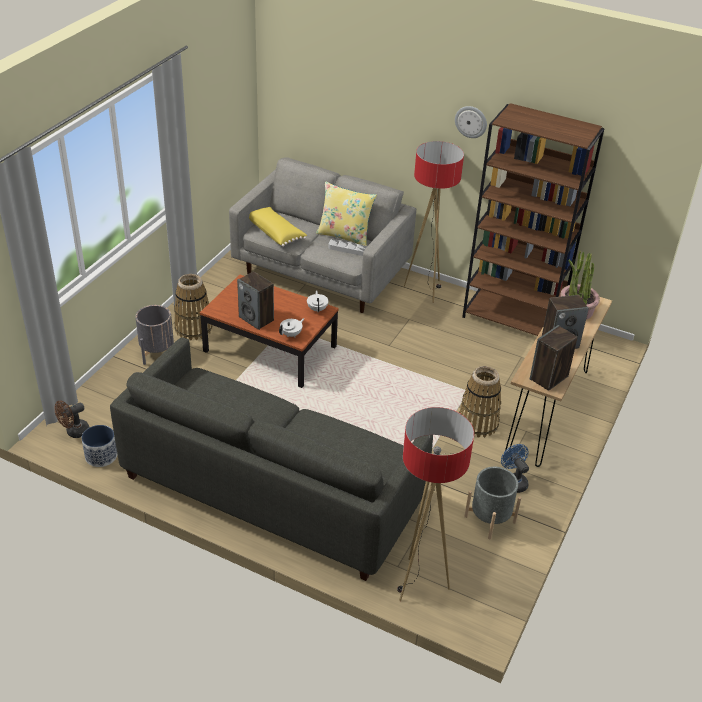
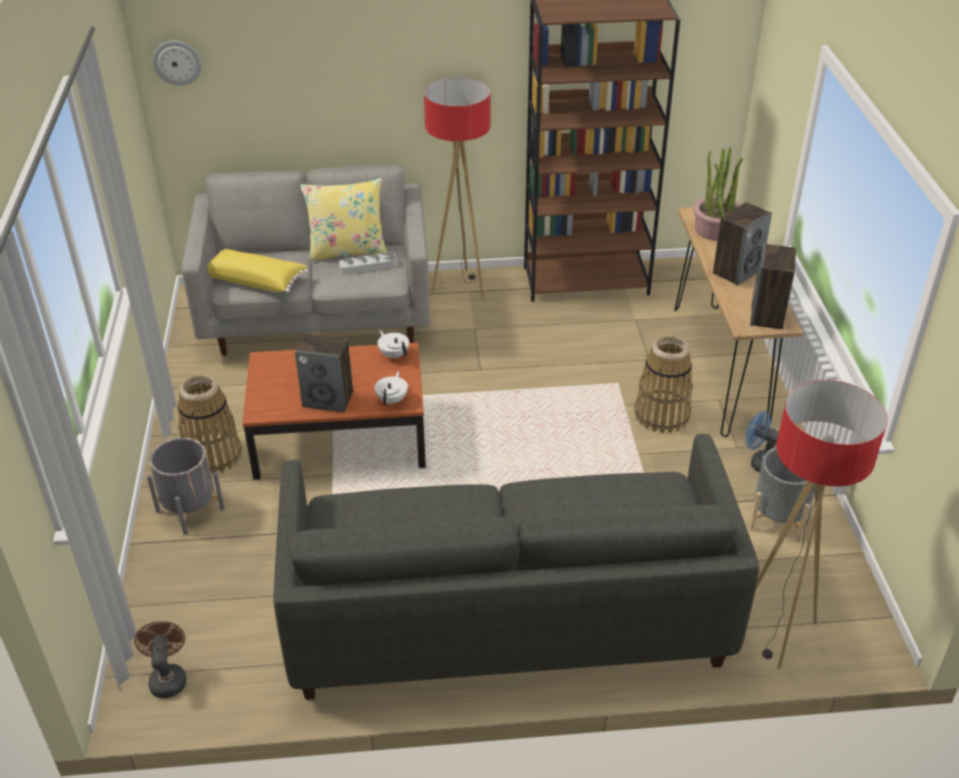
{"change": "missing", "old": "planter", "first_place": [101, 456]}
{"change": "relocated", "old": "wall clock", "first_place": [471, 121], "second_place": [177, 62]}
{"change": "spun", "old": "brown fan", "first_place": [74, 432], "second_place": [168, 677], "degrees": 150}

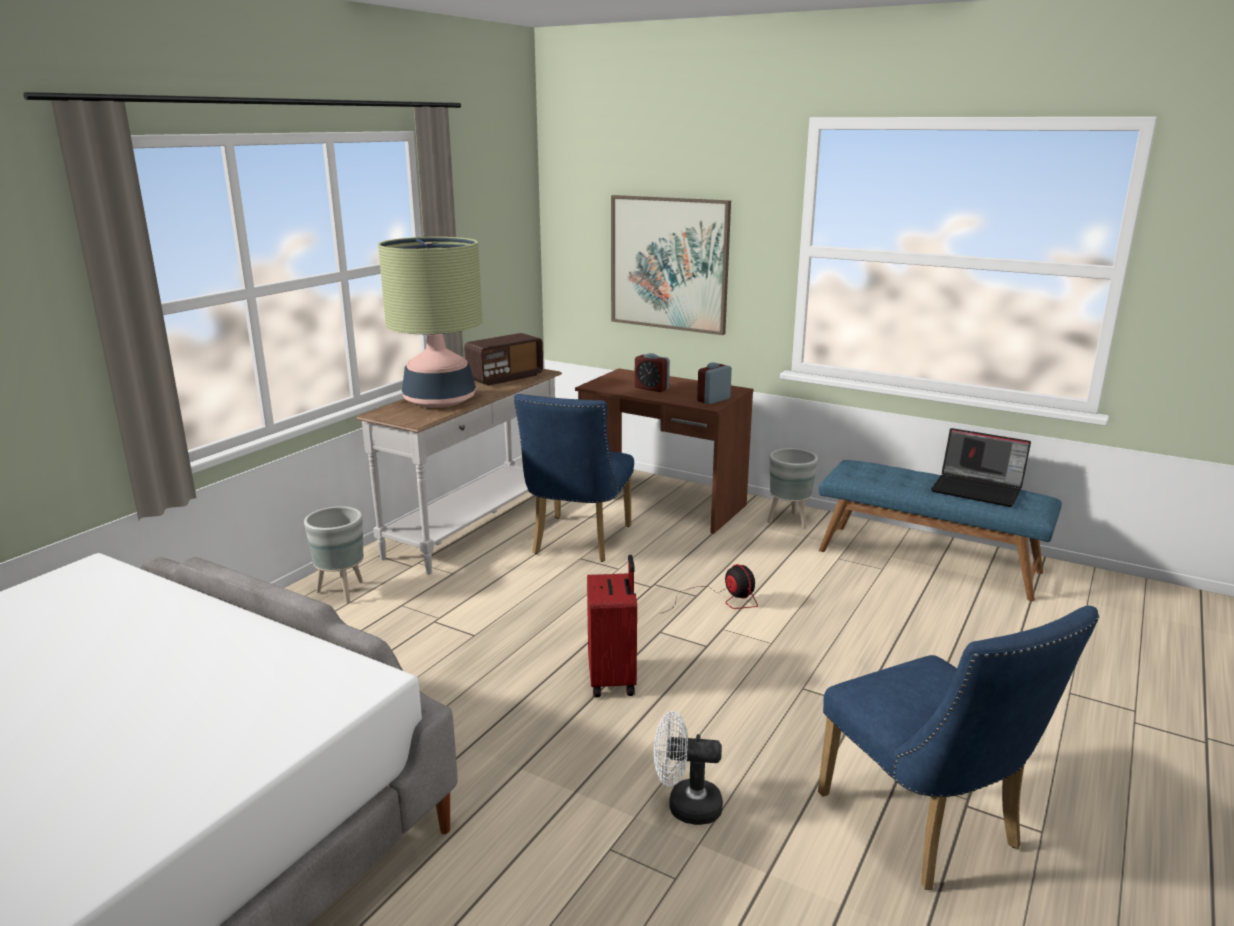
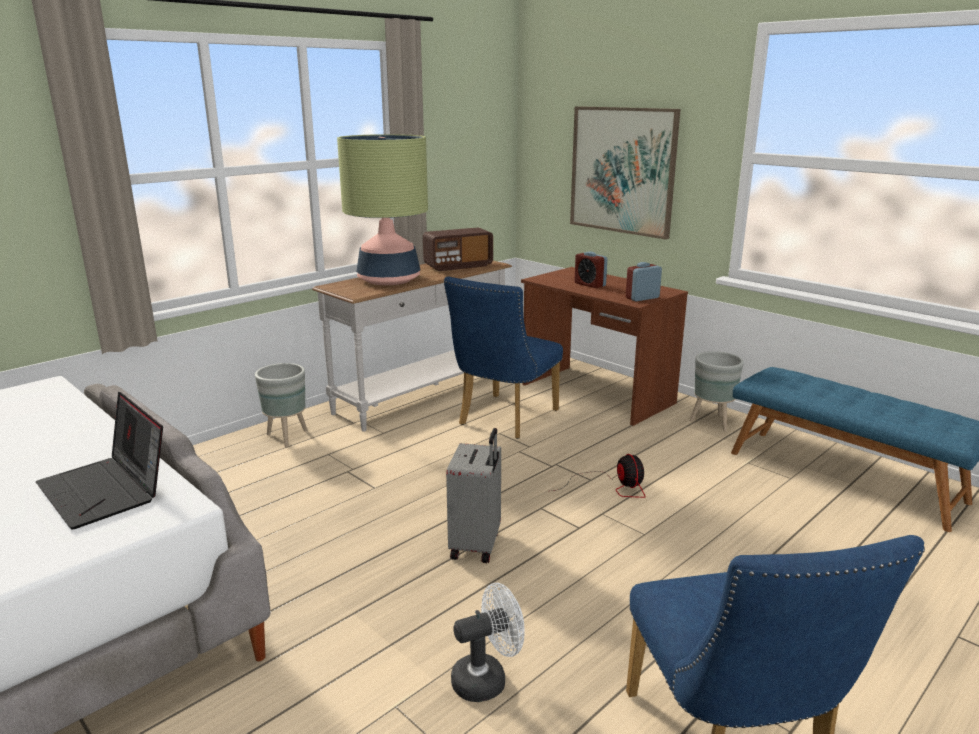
{"change": "relocated", "old": "laptop", "first_place": [978, 489], "second_place": [107, 490]}
{"change": "colour", "old": "red suitcase", "new": "grey suitcase", "first_place": [613, 679], "second_place": [477, 545]}
{"change": "spun", "old": "white fan", "first_place": [685, 806], "second_place": [487, 679], "degrees": 135}

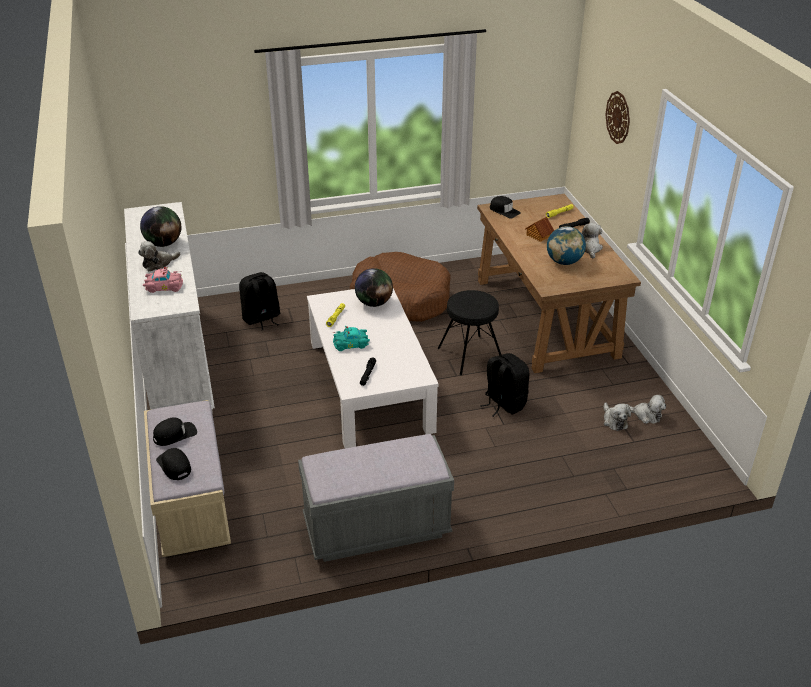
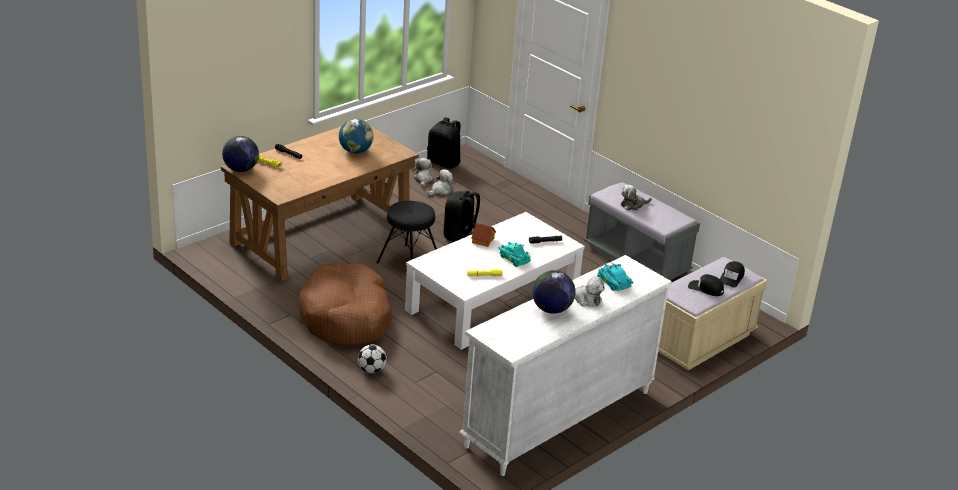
{"change": "missing", "old": "black cap", "first_place": [504, 211]}
{"change": "missing", "old": "wall clock", "first_place": [618, 117]}
{"change": "appeared", "new": "football", "second_place": [371, 370]}
{"change": "relocated", "old": "black backpack", "first_place": [261, 319], "second_place": [444, 163]}
{"change": "relocated", "old": "globe", "first_place": [374, 303], "second_place": [240, 169]}
{"change": "relocated", "old": "toy house", "first_place": [538, 235], "second_place": [483, 240]}
{"change": "relocated", "old": "plush toy", "first_place": [590, 249], "second_place": [633, 205]}
{"change": "colour", "old": "pink toy car", "new": "turquoise toy car", "first_place": [163, 286], "second_place": [614, 283]}

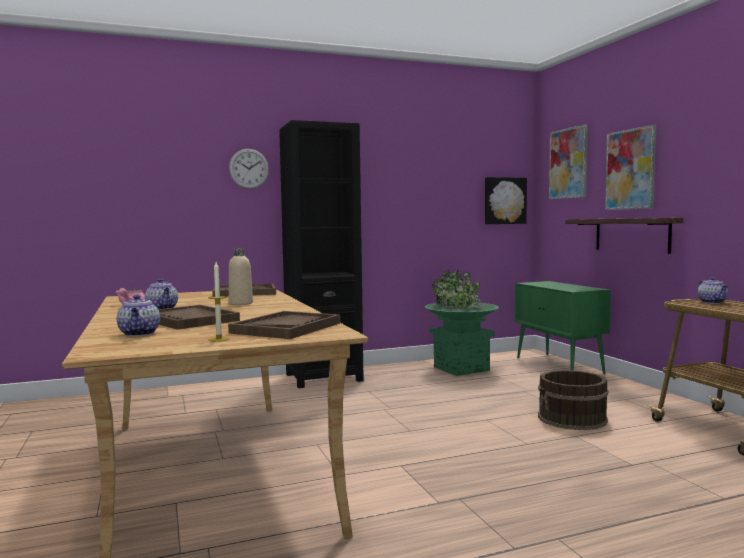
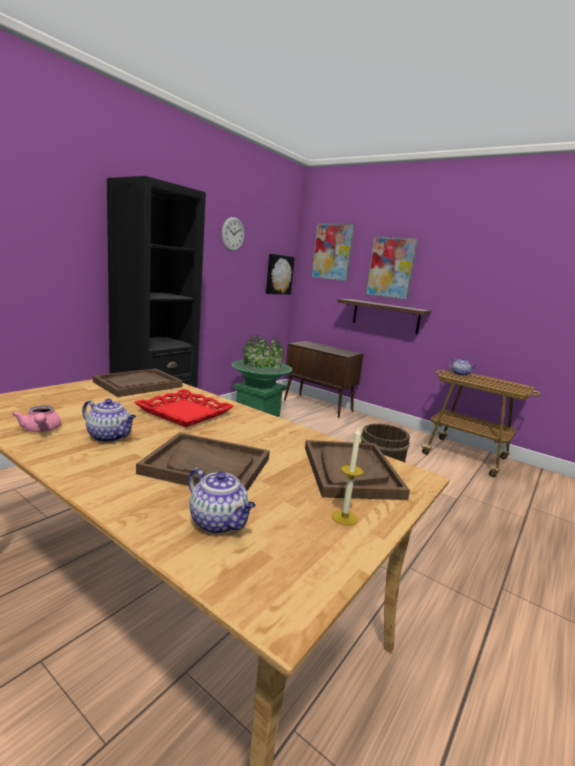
{"change": "relocated", "old": "wall clock", "first_place": [249, 168], "second_place": [233, 234]}
{"change": "exchanged", "old": "beige bottle", "new": "red tray", "first_place": [240, 303], "second_place": [185, 413]}
{"change": "colour", "old": "green cabinet", "new": "brown cabinet", "first_place": [559, 365], "second_place": [318, 406]}

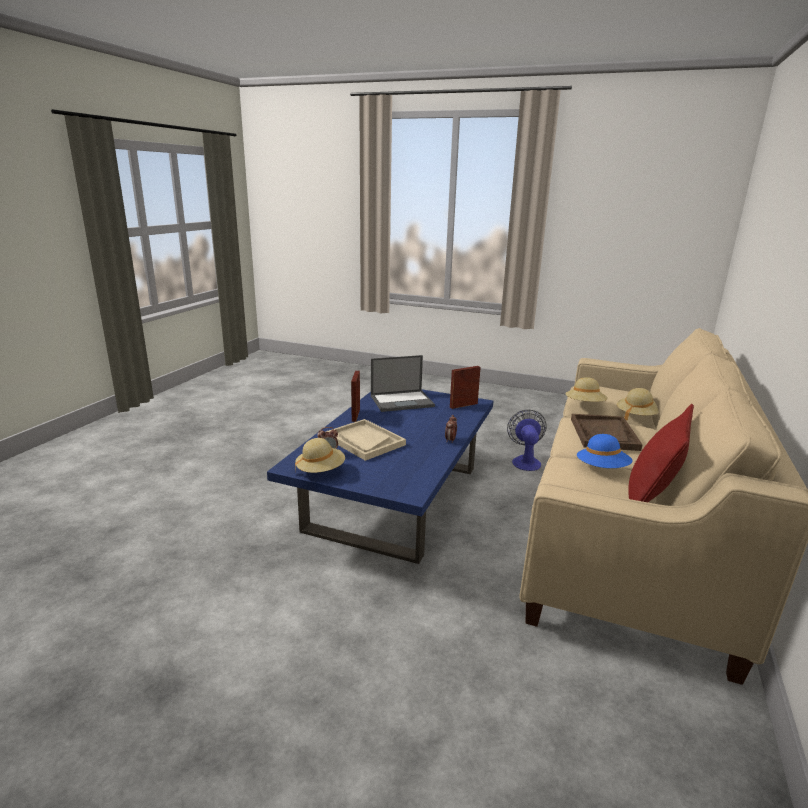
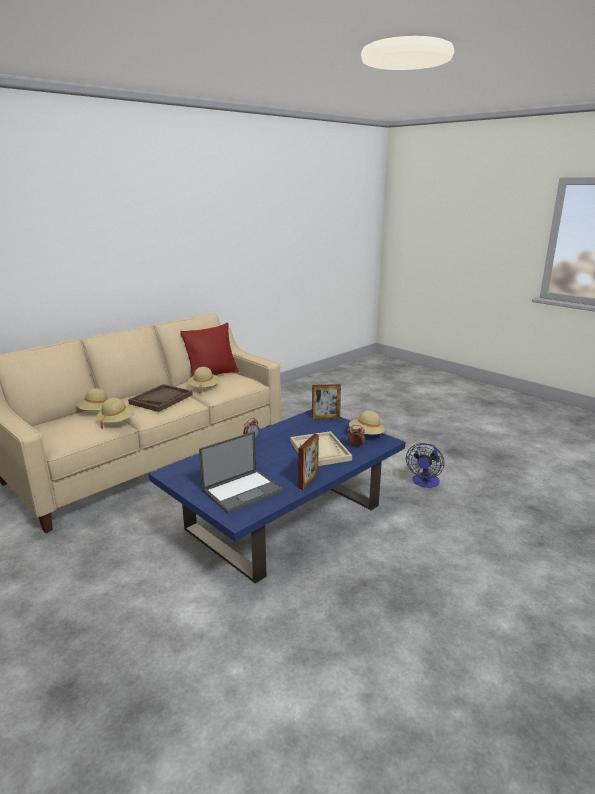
{"change": "relocated", "old": "picture frame", "first_place": [463, 405], "second_place": [326, 418]}
{"change": "relocated", "old": "fan", "first_place": [525, 461], "second_place": [424, 483]}
{"change": "colour", "old": "blue hat", "new": "beige hat", "first_place": [602, 469], "second_place": [204, 388]}
{"change": "spun", "old": "laptop", "first_place": [402, 401], "second_place": [243, 490], "degrees": 135}

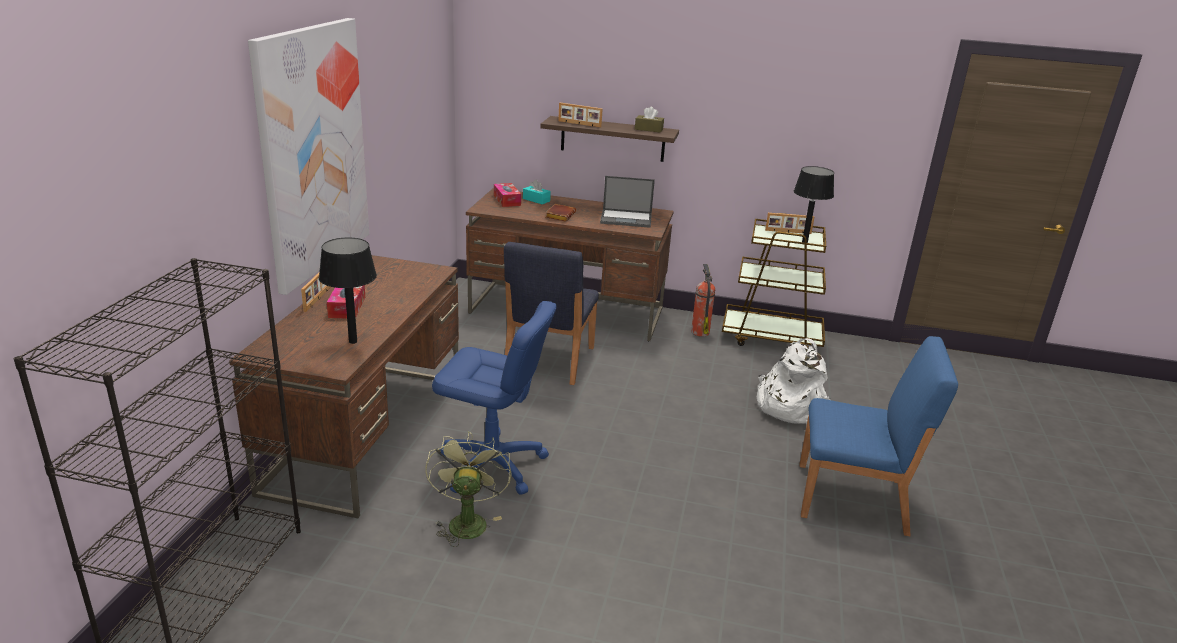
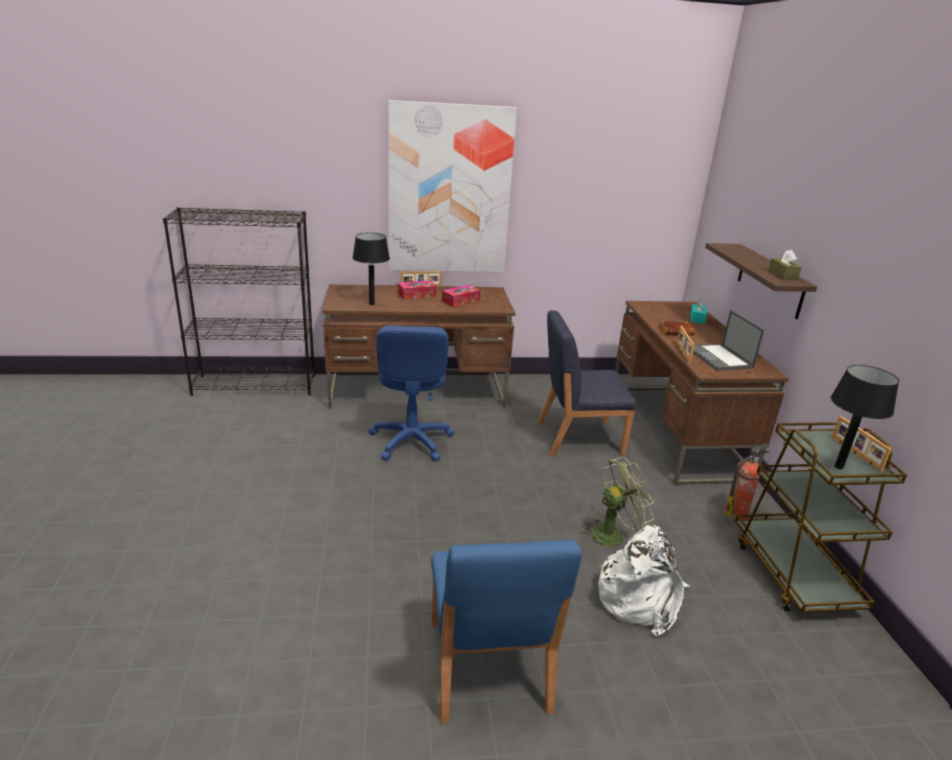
{"change": "relocated", "old": "green fan", "first_place": [466, 521], "second_place": [613, 534]}
{"change": "relocated", "old": "tissue box", "first_place": [507, 200], "second_place": [460, 301]}
{"change": "relocated", "old": "picture frame", "first_place": [579, 124], "second_place": [682, 352]}

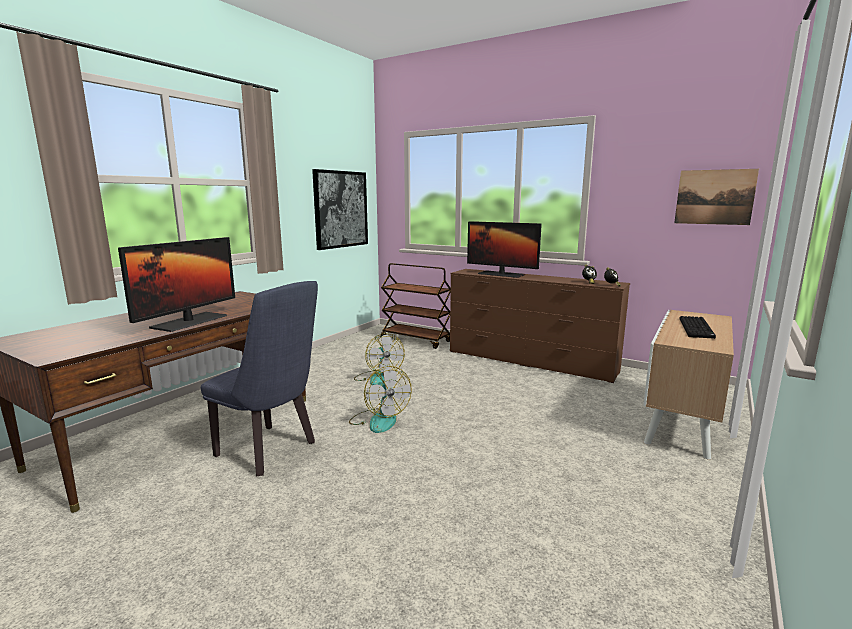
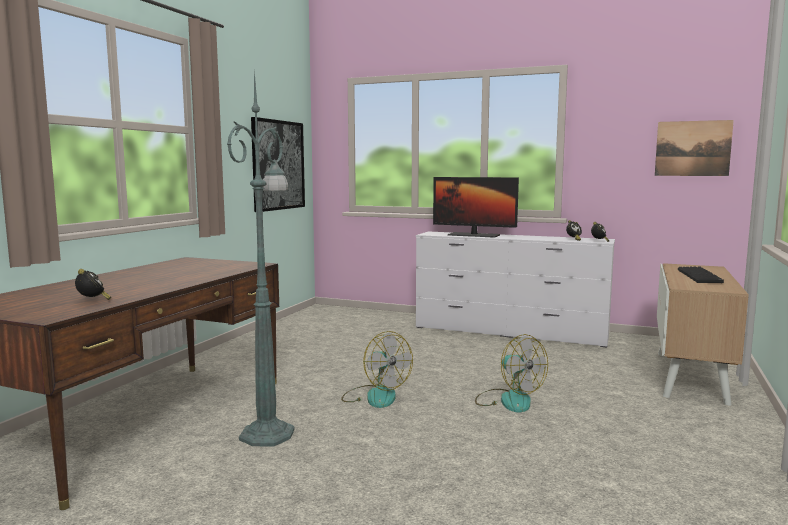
{"change": "missing", "old": "monitor", "first_place": [189, 321]}
{"change": "missing", "old": "brown cart", "first_place": [416, 340]}
{"change": "appeared", "new": "alarm clock", "second_place": [93, 301]}
{"change": "relocated", "old": "fan", "first_place": [378, 378], "second_place": [508, 400]}
{"change": "exchanged", "old": "blue chair", "new": "green floor lamp", "first_place": [271, 451], "second_place": [269, 433]}
{"change": "colour", "old": "brown dresser", "new": "white dresser", "first_place": [530, 361], "second_place": [509, 332]}

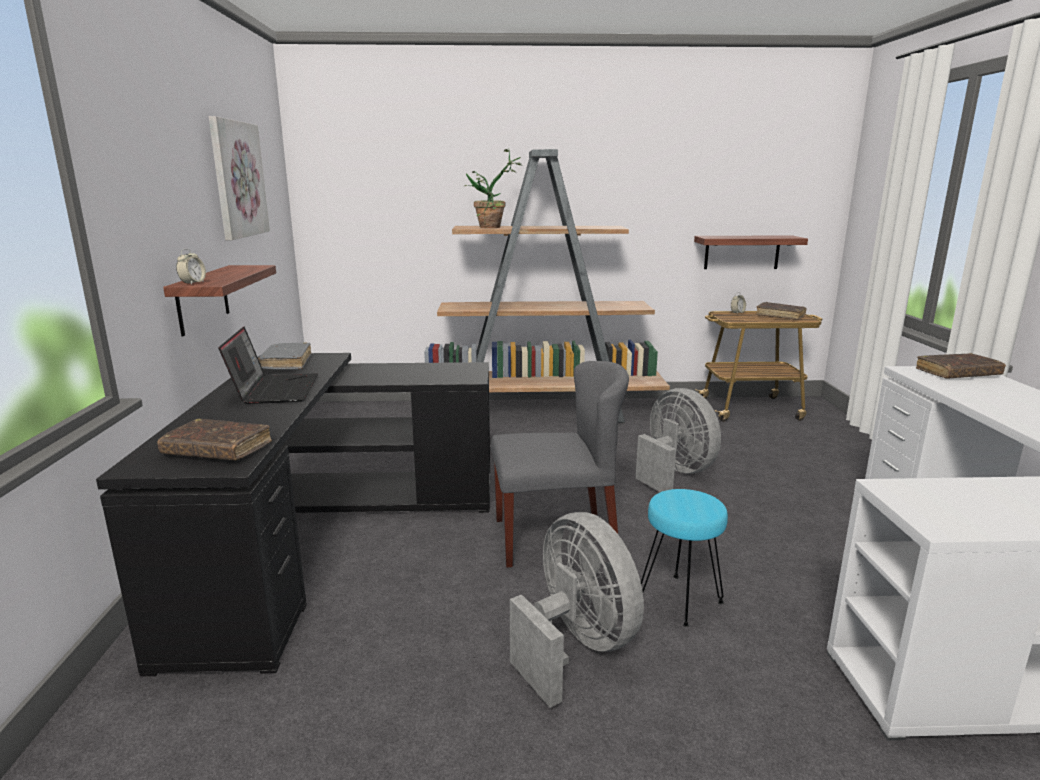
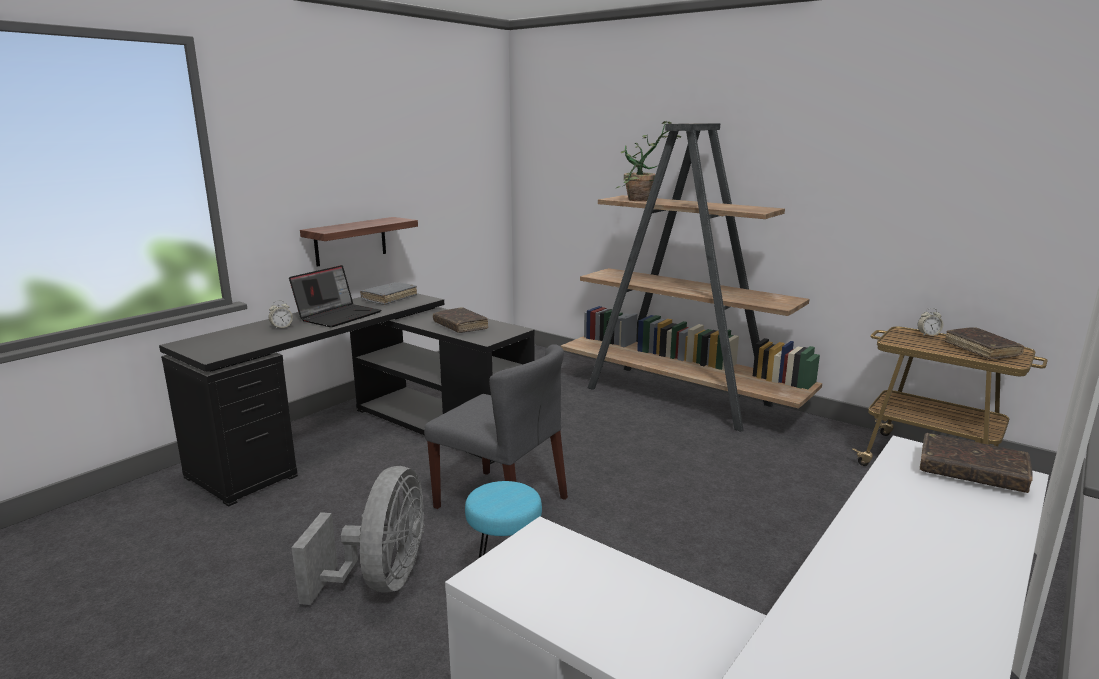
{"change": "missing", "old": "picture", "first_place": [237, 179]}
{"change": "missing", "old": "grey fan", "first_place": [674, 474]}
{"change": "missing", "old": "shelf", "first_place": [742, 252]}
{"change": "relocated", "old": "brown book", "first_place": [217, 450], "second_place": [460, 326]}
{"change": "relocated", "old": "alarm clock", "first_place": [193, 283], "second_place": [281, 327]}

